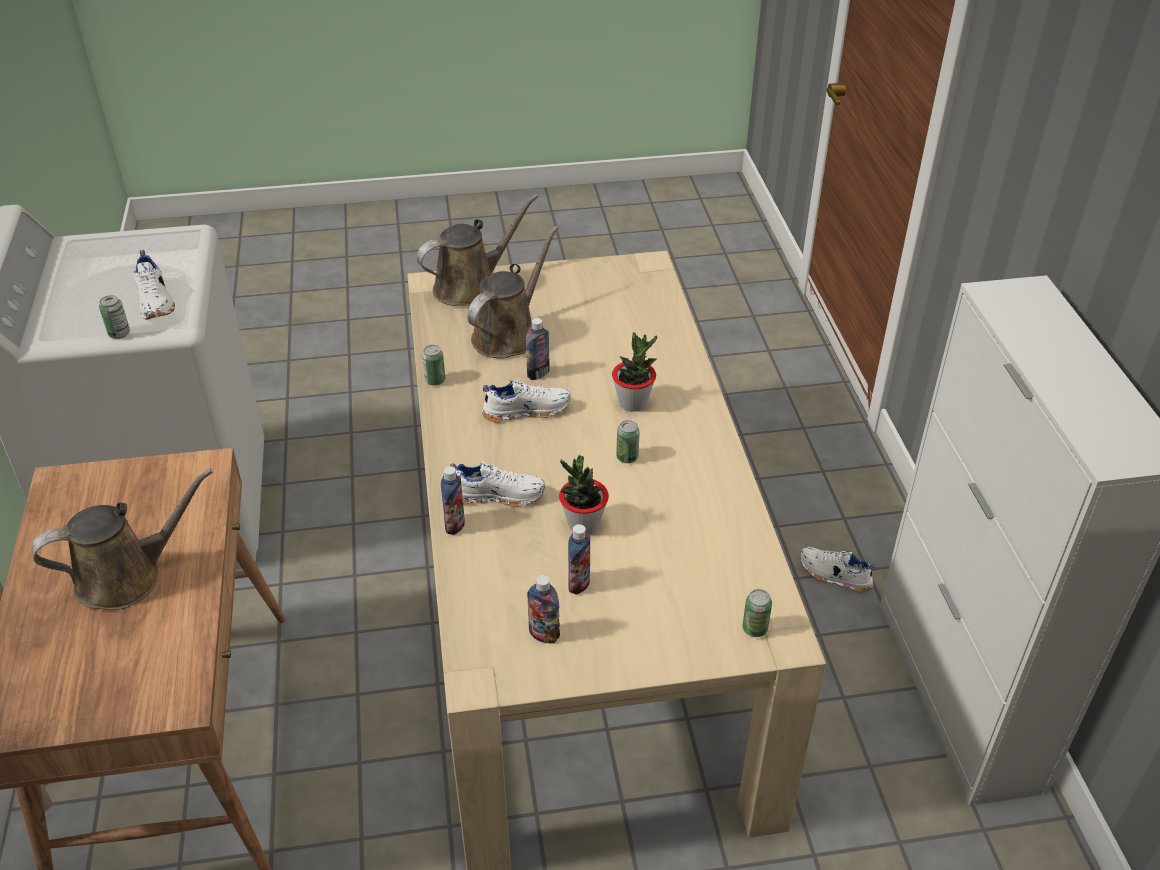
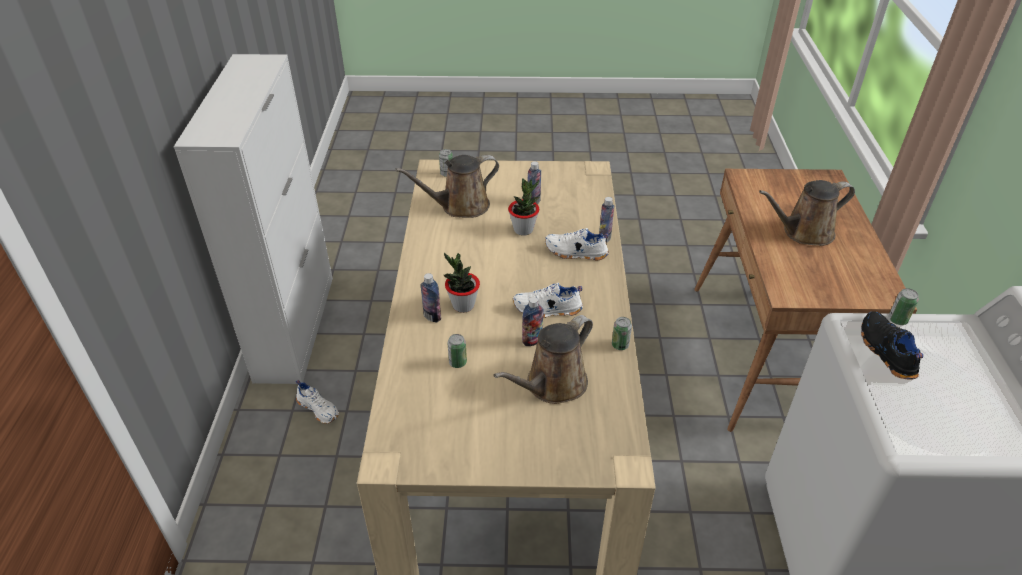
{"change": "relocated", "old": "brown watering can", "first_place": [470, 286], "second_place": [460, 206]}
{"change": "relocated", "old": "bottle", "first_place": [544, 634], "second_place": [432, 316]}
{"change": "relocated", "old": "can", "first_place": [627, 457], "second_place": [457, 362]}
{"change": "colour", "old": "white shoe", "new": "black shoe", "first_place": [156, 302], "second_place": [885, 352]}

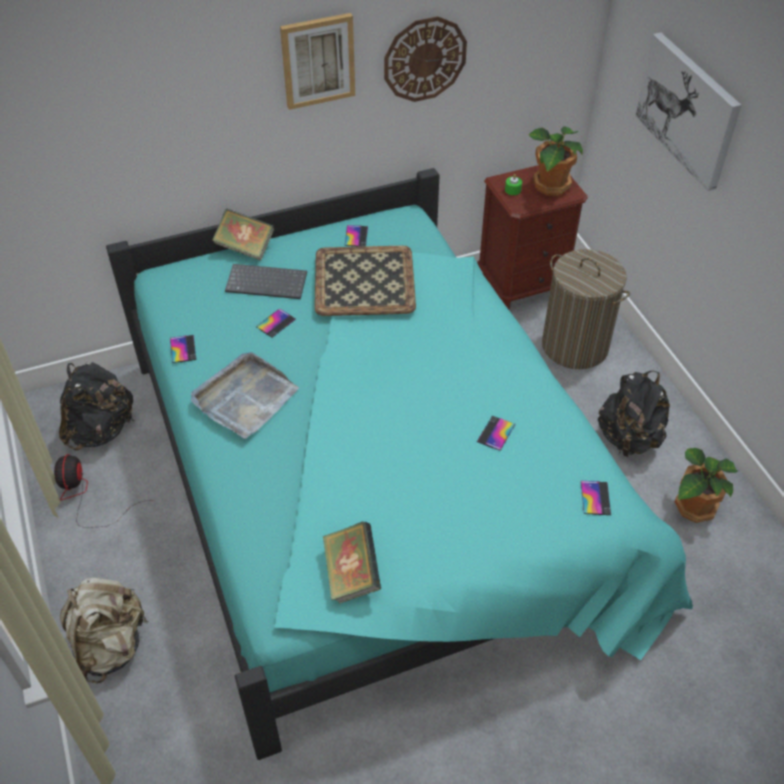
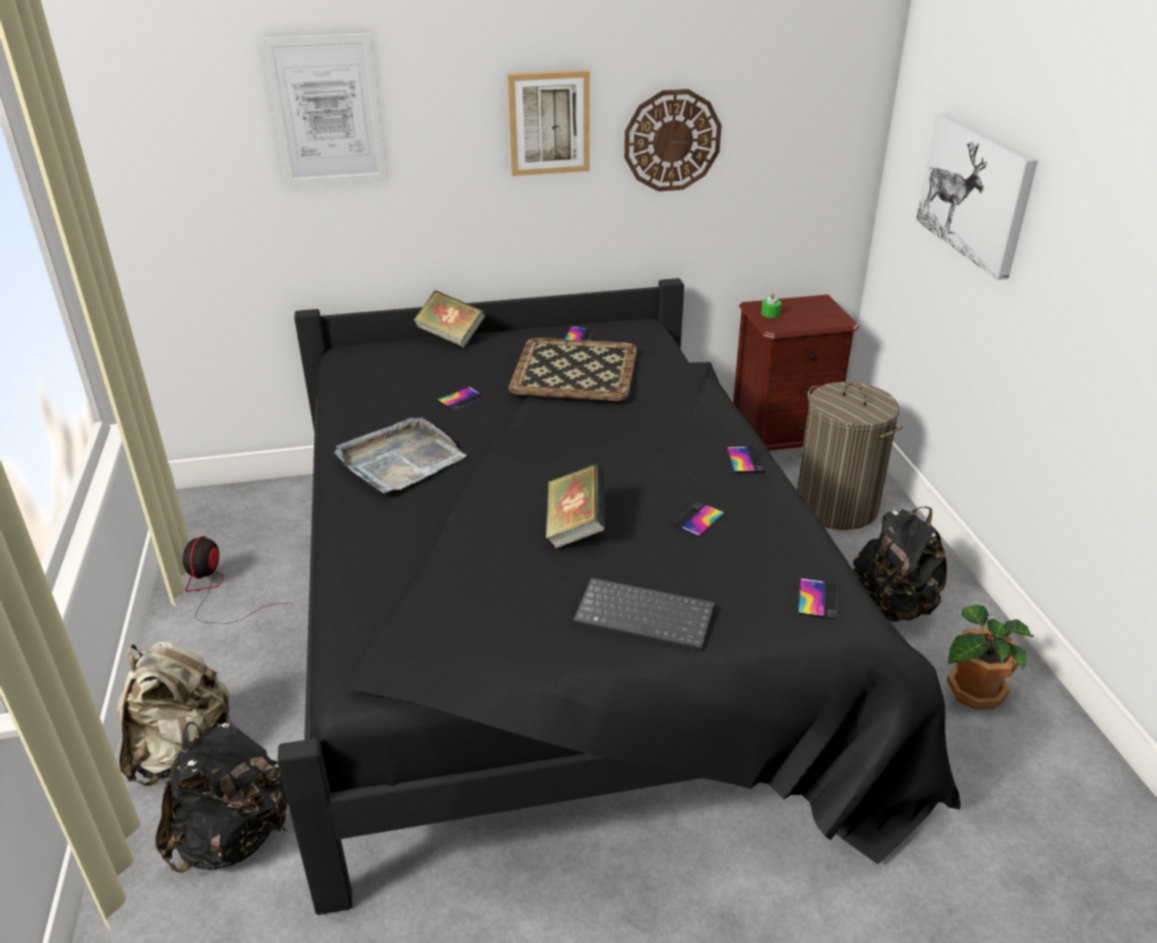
{"change": "missing", "old": "potted plant", "first_place": [550, 186]}
{"change": "appeared", "new": "picture", "second_place": [328, 112]}
{"change": "relocated", "old": "black backpack", "first_place": [101, 430], "second_place": [234, 837]}
{"change": "relocated", "old": "phone", "first_place": [183, 349], "second_place": [745, 460]}
{"change": "relocated", "old": "keyboard", "first_place": [268, 282], "second_place": [646, 615]}
{"change": "relocated", "old": "book", "first_place": [352, 574], "second_place": [575, 527]}
{"change": "colour", "old": "turquoise bed", "new": "black bed", "first_place": [380, 486], "second_place": [566, 621]}

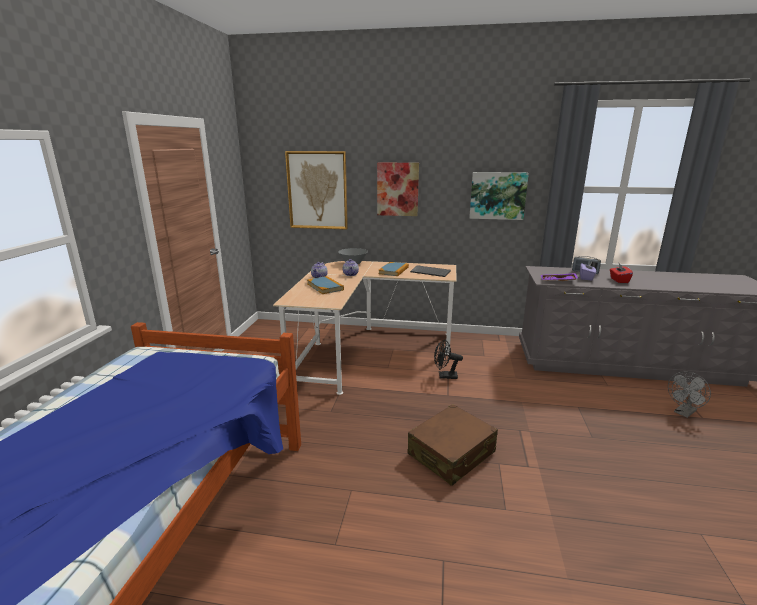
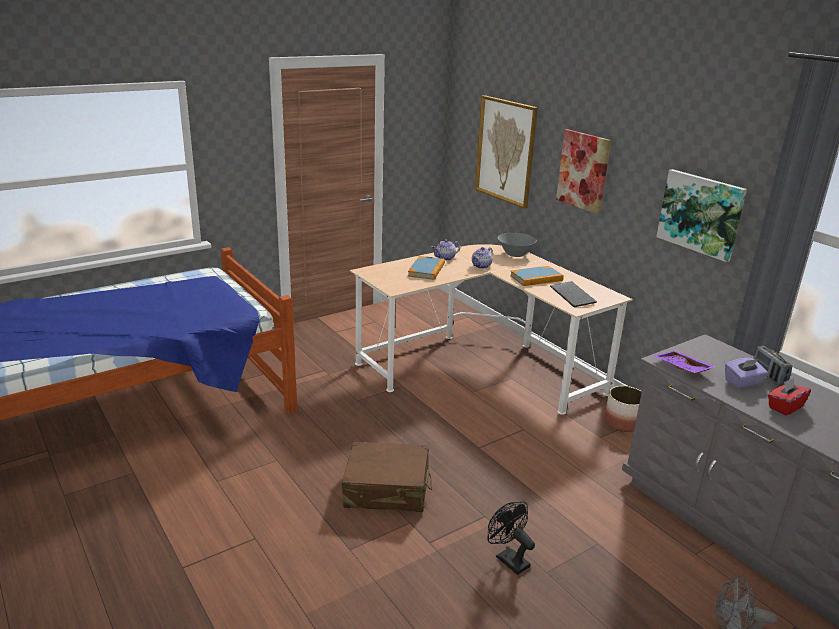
{"change": "appeared", "new": "planter", "second_place": [623, 423]}
{"change": "relocated", "old": "black fan", "first_place": [444, 376], "second_place": [508, 559]}

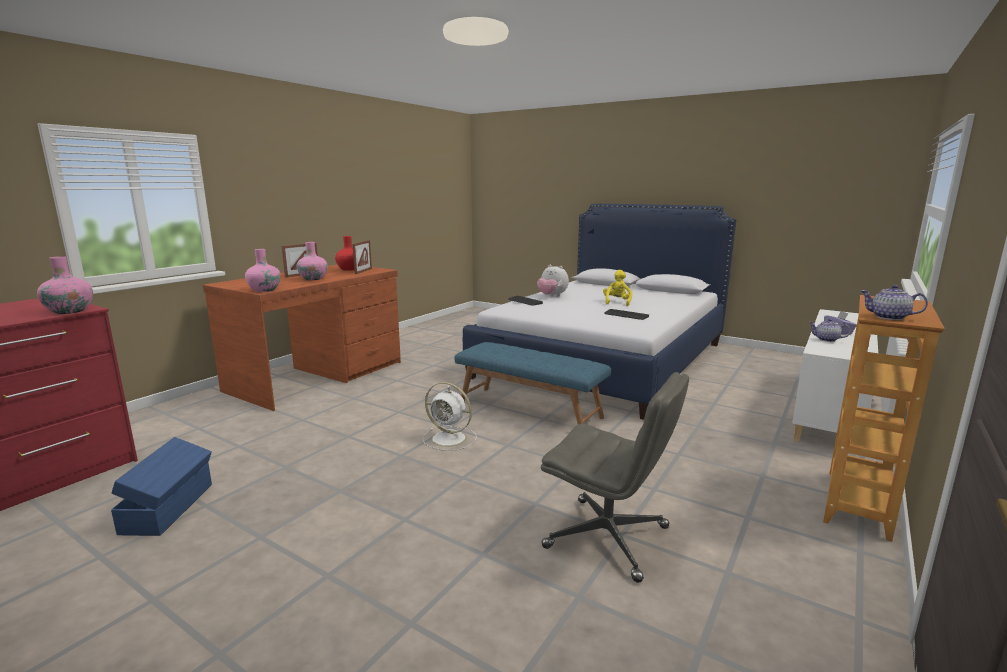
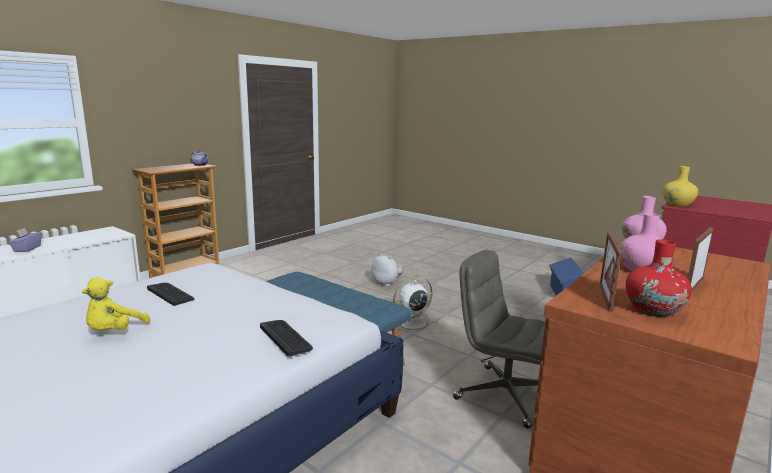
{"change": "missing", "old": "teapot", "first_place": [826, 340]}
{"change": "relocated", "old": "plush toy", "first_place": [552, 296], "second_place": [387, 283]}
{"change": "relocated", "old": "grey office chair", "first_place": [608, 538], "second_place": [503, 394]}
{"change": "colour", "old": "pink vase", "new": "yellow vase", "first_place": [70, 311], "second_place": [677, 204]}
{"change": "spun", "old": "white fan", "first_place": [450, 439], "second_place": [411, 323], "degrees": -60}

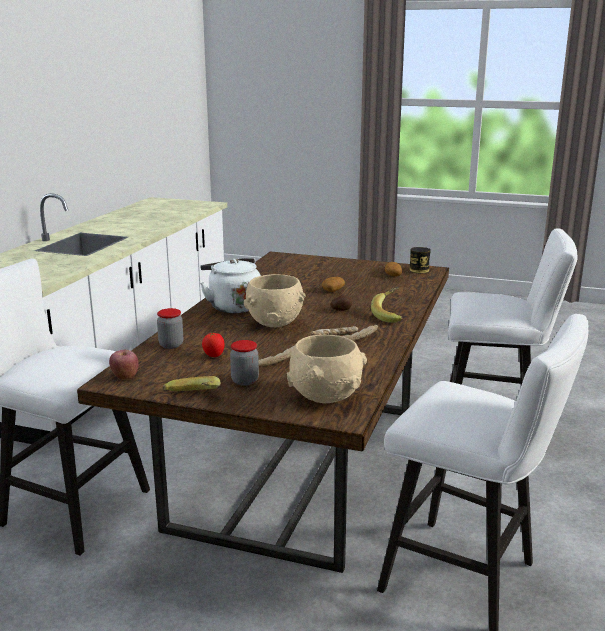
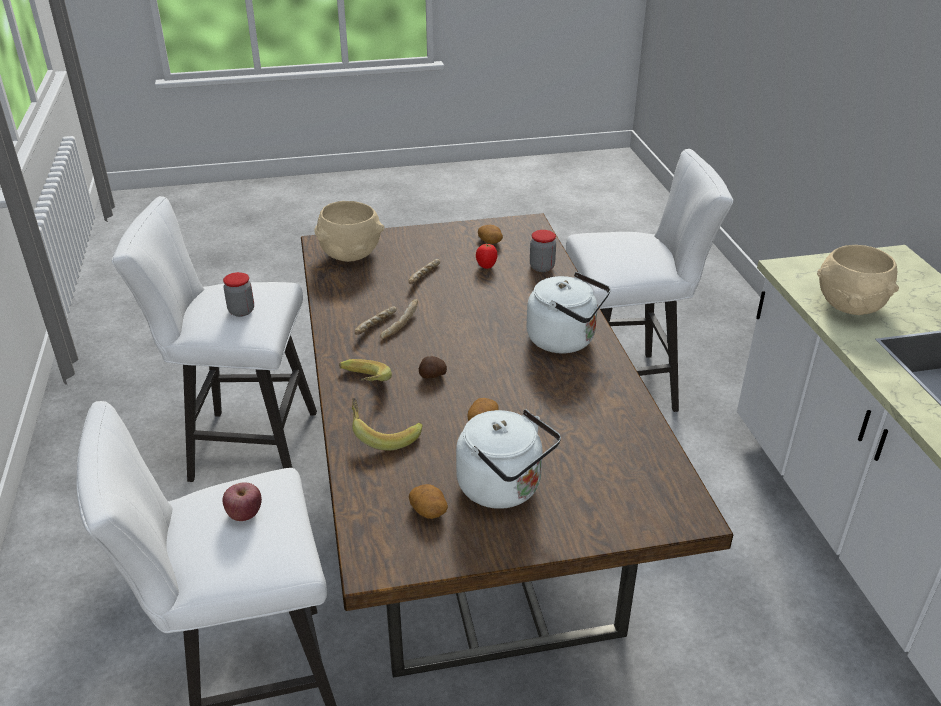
{"change": "missing", "old": "can", "first_place": [419, 270]}
{"change": "appeared", "new": "white kettle", "second_place": [504, 488]}
{"change": "appeared", "new": "potato", "second_place": [490, 241]}
{"change": "relocated", "old": "apple", "first_place": [125, 376], "second_place": [244, 514]}
{"change": "relocated", "old": "banana", "first_place": [192, 399], "second_place": [384, 434]}
{"change": "relocated", "old": "jar", "first_place": [245, 381], "second_place": [241, 311]}
{"change": "relocated", "old": "beige bowl", "first_place": [275, 323], "second_place": [850, 306]}

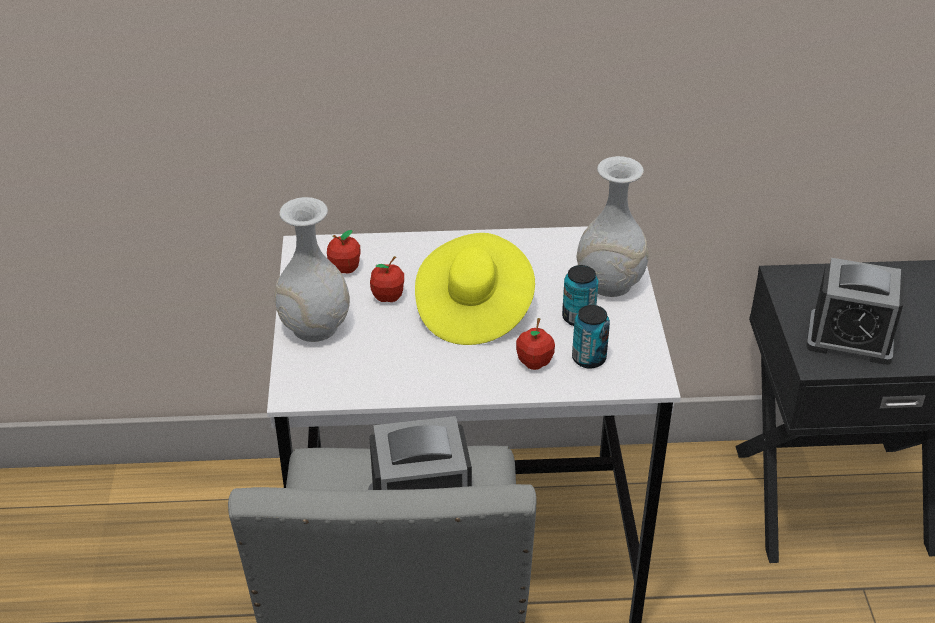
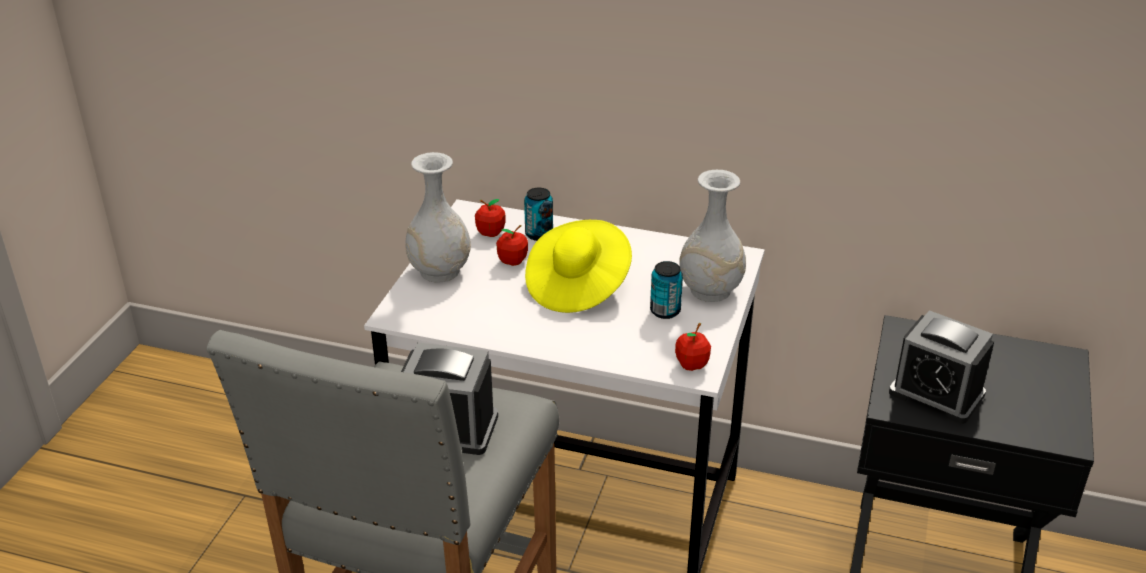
{"change": "relocated", "old": "apple", "first_place": [534, 362], "second_place": [691, 365]}
{"change": "relocated", "old": "can", "first_place": [589, 358], "second_place": [539, 234]}

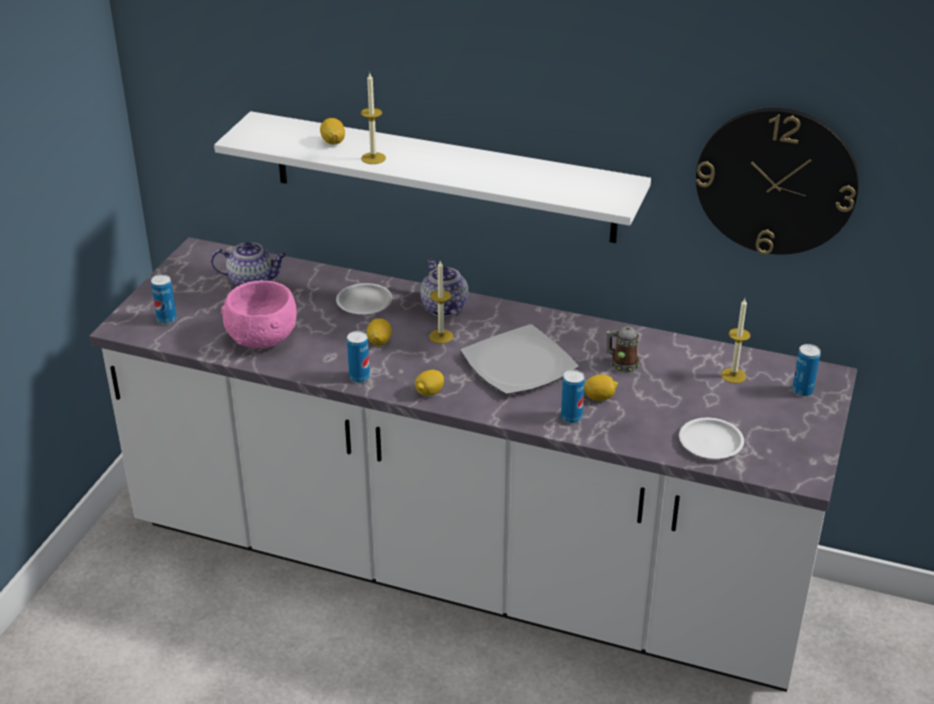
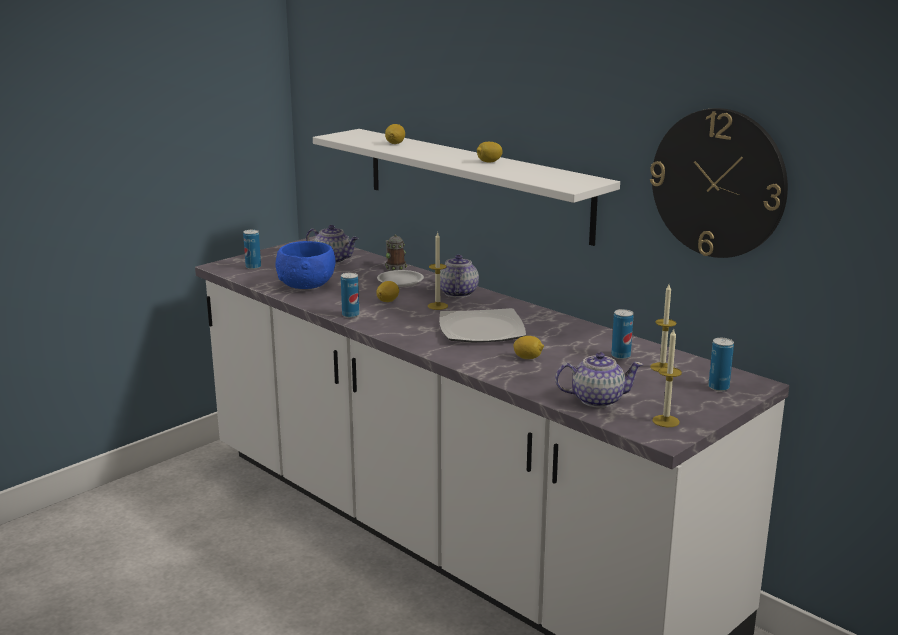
{"change": "relocated", "old": "candle", "first_place": [373, 158], "second_place": [665, 421]}
{"change": "relocated", "old": "lemon", "first_place": [429, 392], "second_place": [489, 162]}
{"change": "relocated", "old": "can", "first_place": [571, 417], "second_place": [621, 356]}
{"change": "relocated", "old": "mug", "first_place": [621, 363], "second_place": [394, 267]}
{"change": "exchanged", "old": "white plate", "new": "teapot", "first_place": [710, 442], "second_place": [596, 399]}
{"change": "colour", "old": "pink bowl", "new": "blue bowl", "first_place": [263, 337], "second_place": [307, 285]}

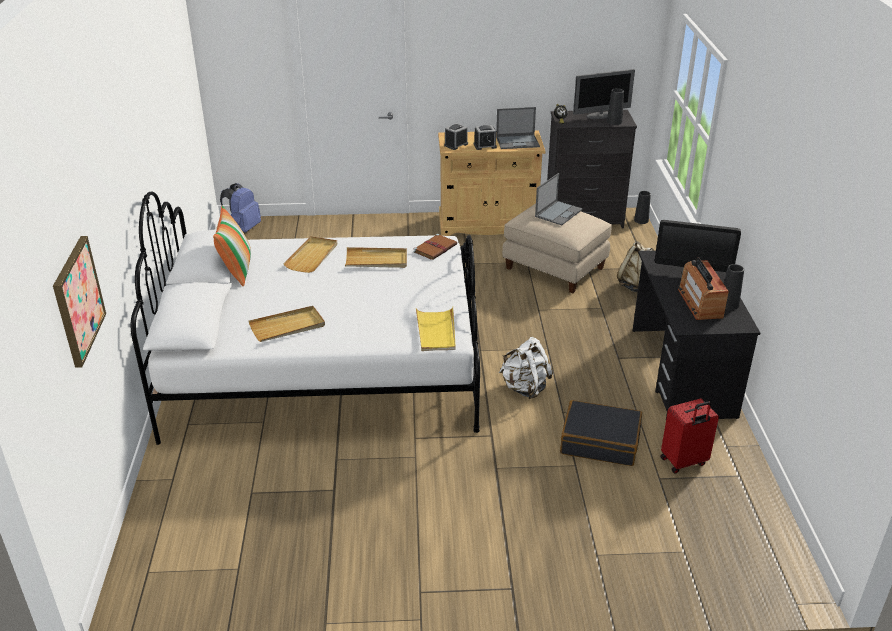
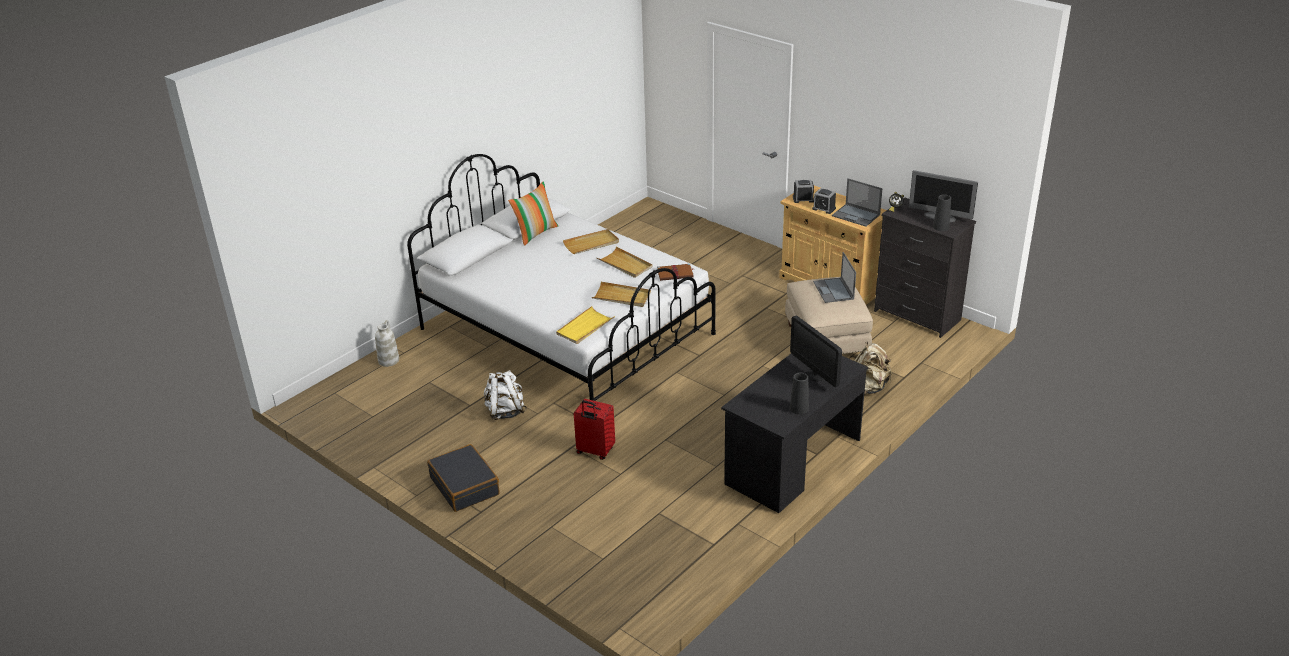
{"change": "missing", "old": "picture", "first_place": [77, 300]}
{"change": "missing", "old": "blue backpack", "first_place": [243, 228]}
{"change": "missing", "old": "black vase", "first_place": [641, 220]}
{"change": "missing", "old": "radio", "first_place": [700, 303]}
{"change": "appeared", "new": "white vase", "second_place": [388, 360]}
{"change": "relocated", "old": "beige tray", "first_place": [287, 326], "second_place": [622, 297]}
{"change": "relocated", "old": "white backpack", "first_place": [524, 388], "second_place": [505, 411]}
{"change": "relocated", "old": "black suitcase", "first_place": [600, 442], "second_place": [465, 486]}
{"change": "relocated", "old": "red suitcase", "first_place": [684, 462], "second_place": [595, 451]}
{"change": "spun", "old": "laptop", "first_place": [558, 213], "second_place": [833, 291], "degrees": 90}

